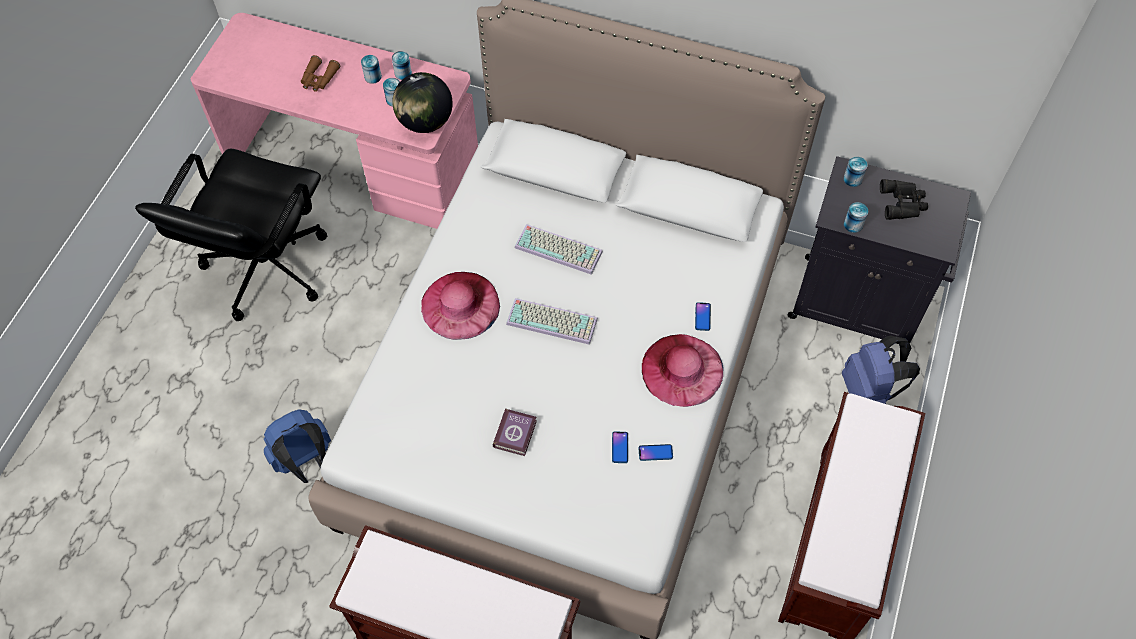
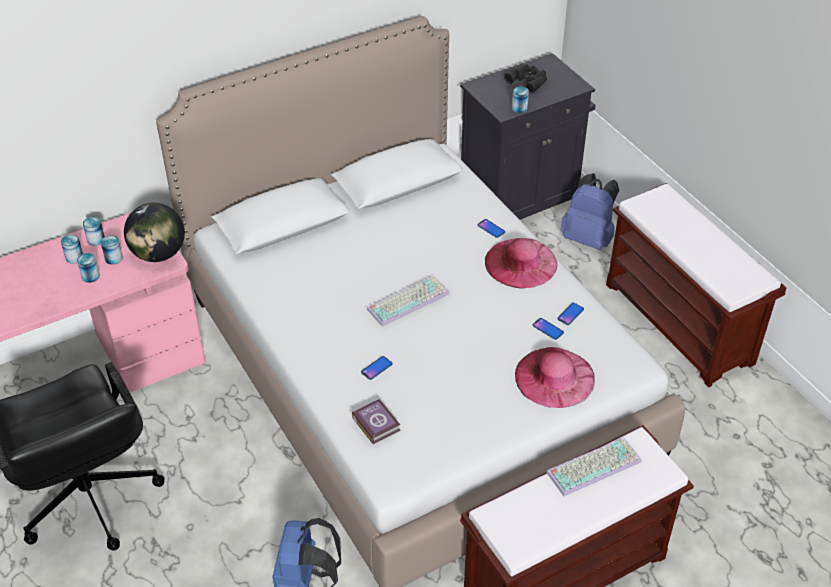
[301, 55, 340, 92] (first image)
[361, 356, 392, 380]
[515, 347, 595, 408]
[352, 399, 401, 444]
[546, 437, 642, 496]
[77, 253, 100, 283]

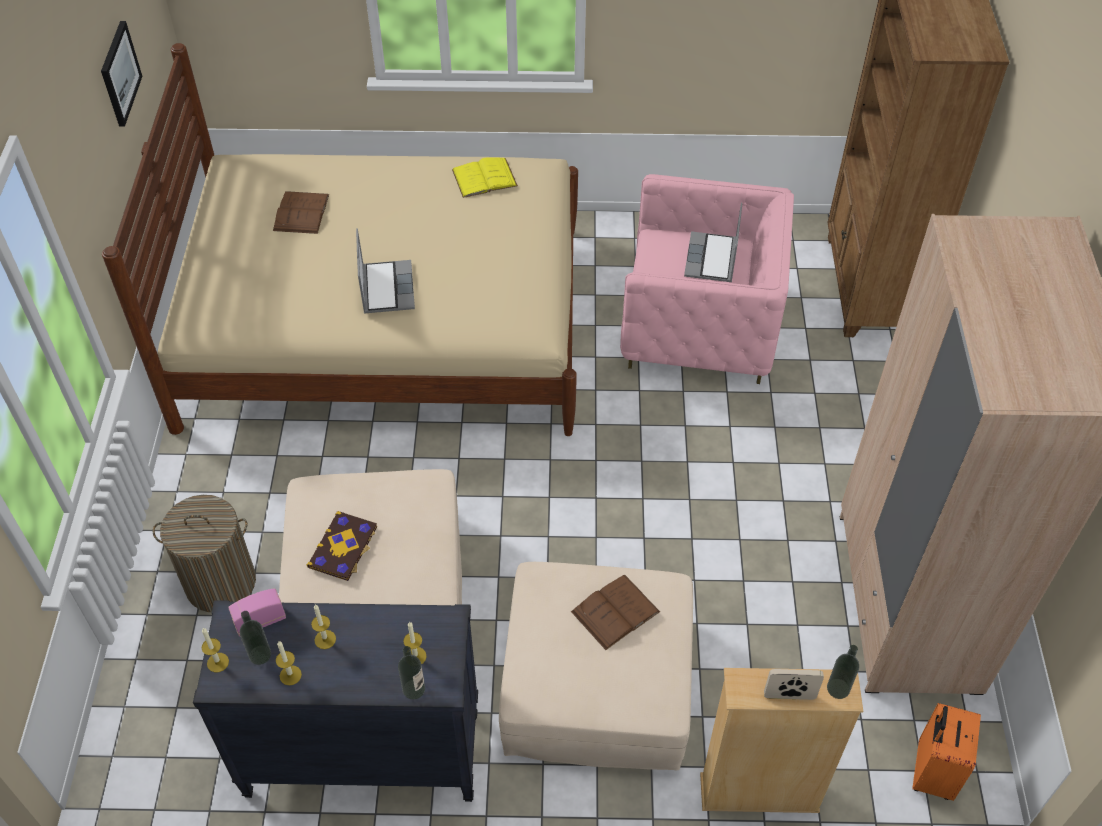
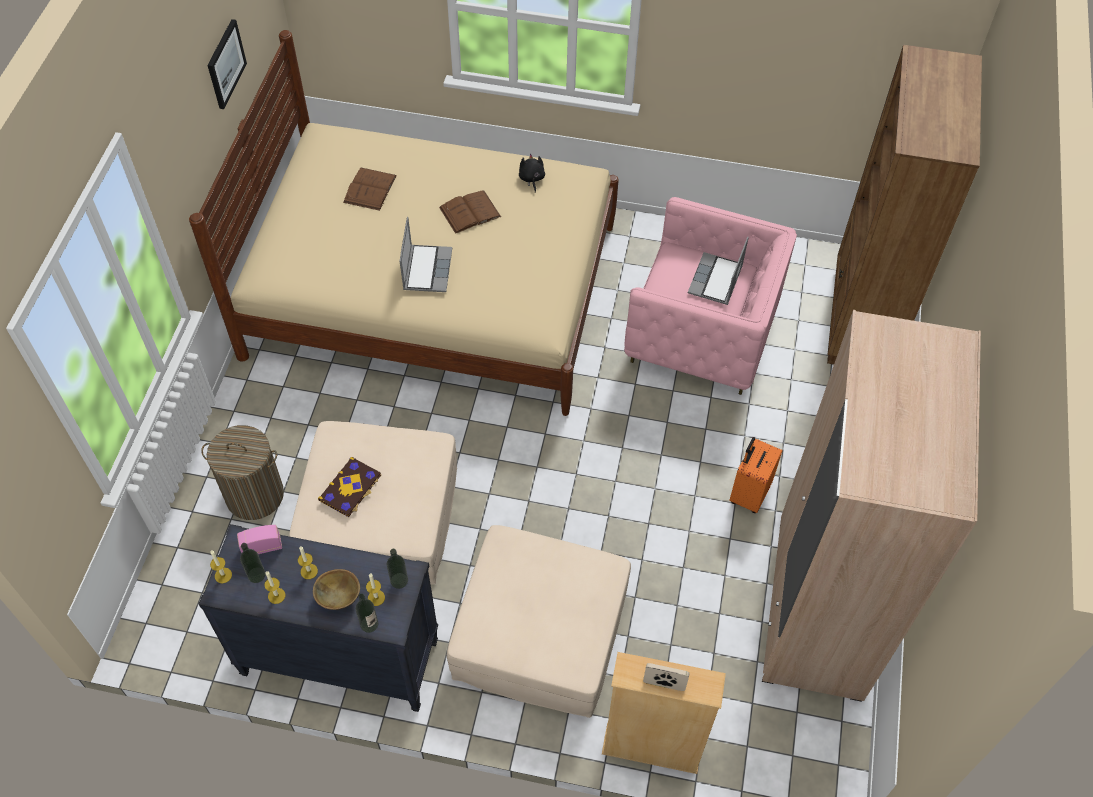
[313, 569, 360, 610]
[439, 190, 501, 234]
[387, 549, 408, 589]
[729, 437, 783, 513]
[519, 154, 545, 193]

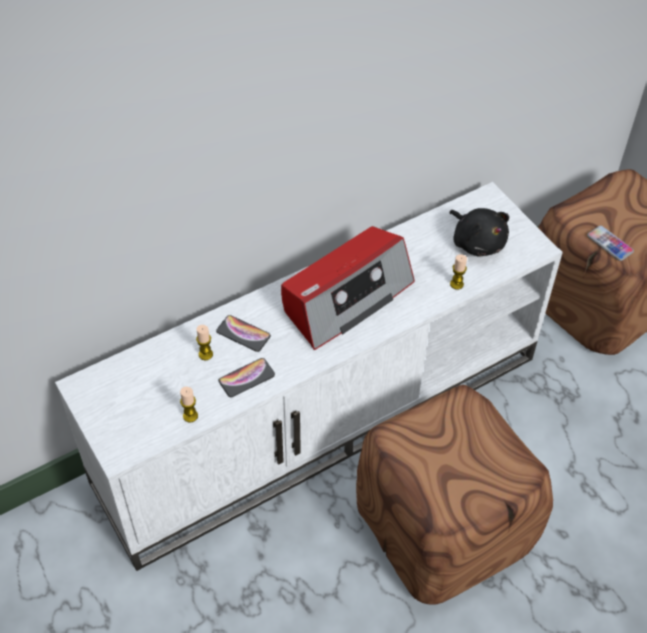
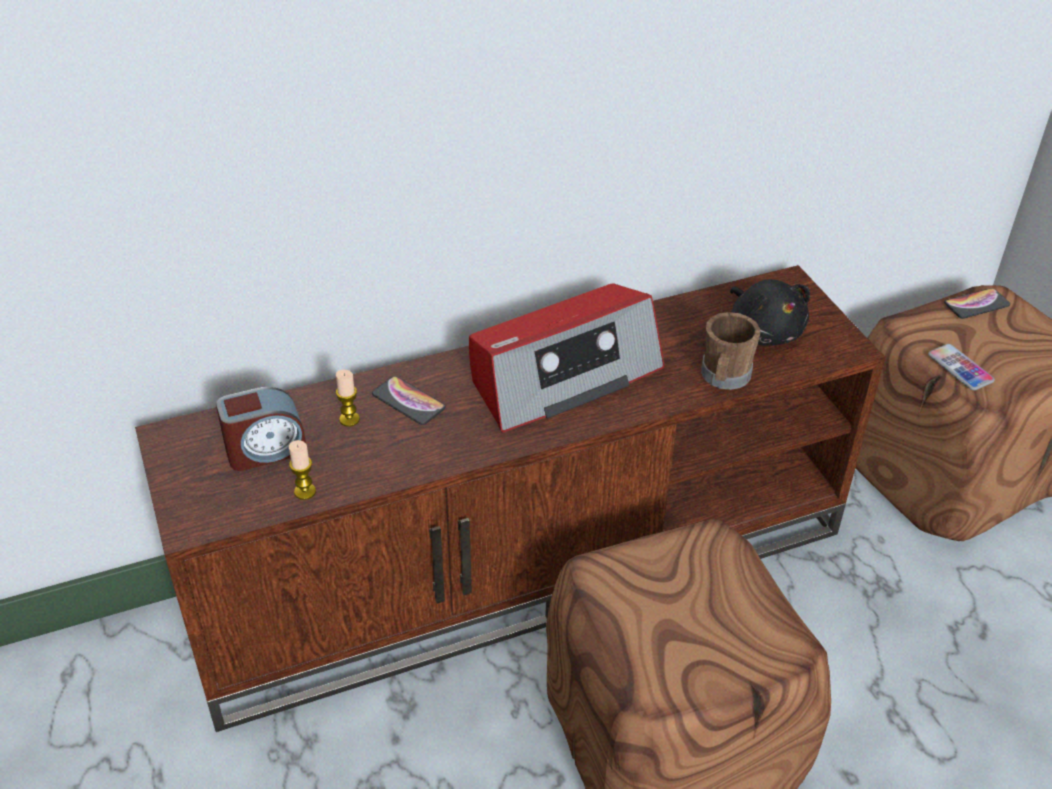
[216, 387, 306, 471]
[944, 288, 1010, 319]
[701, 312, 760, 390]
[135, 265, 886, 732]

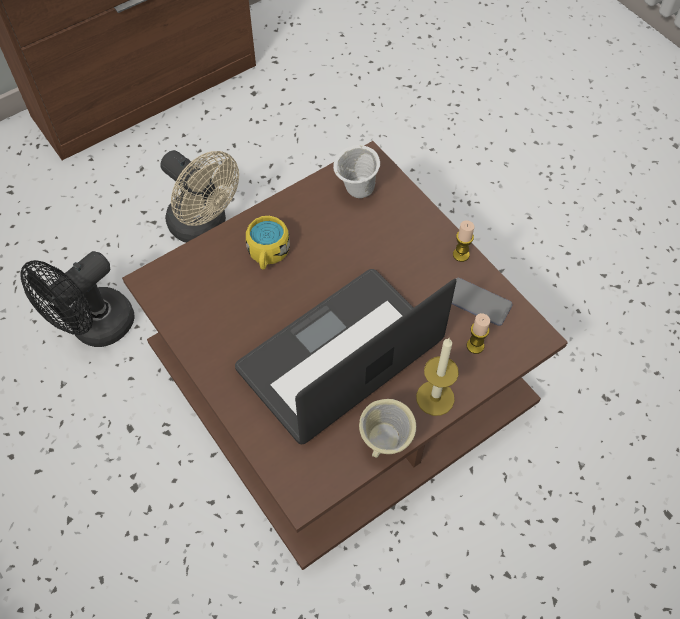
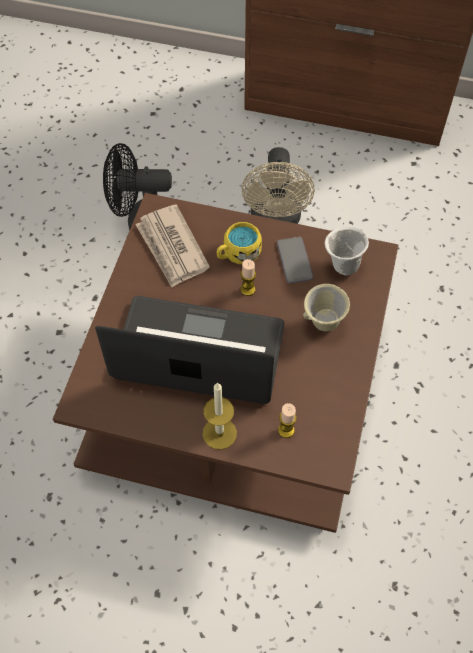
[135, 204, 210, 288]
[303, 284, 350, 331]
[277, 237, 313, 283]
[240, 259, 256, 296]

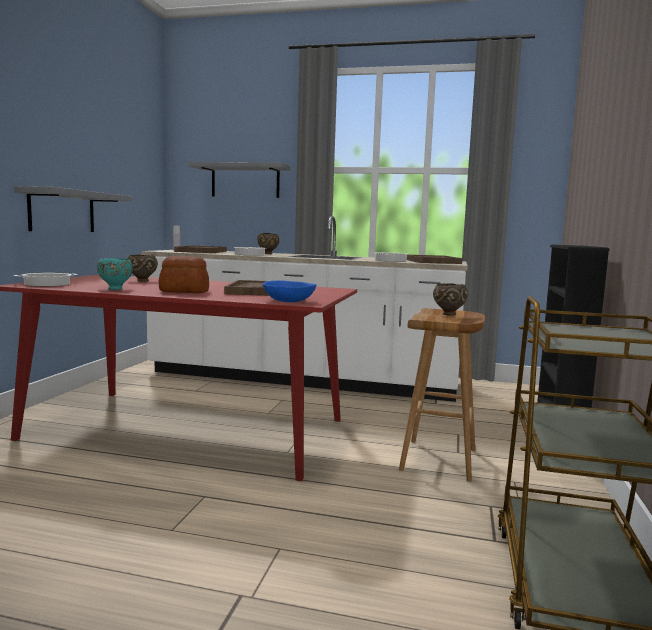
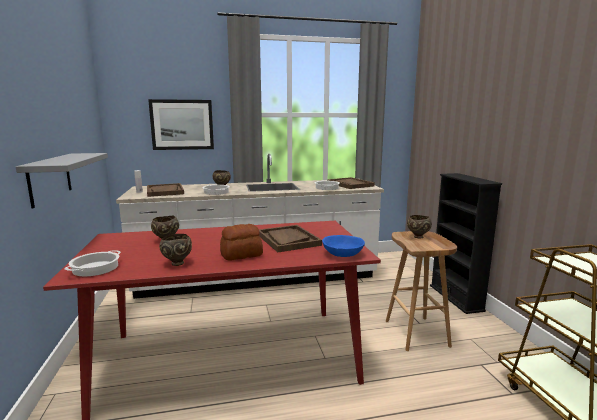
[148, 99, 214, 150]
[159, 234, 192, 266]

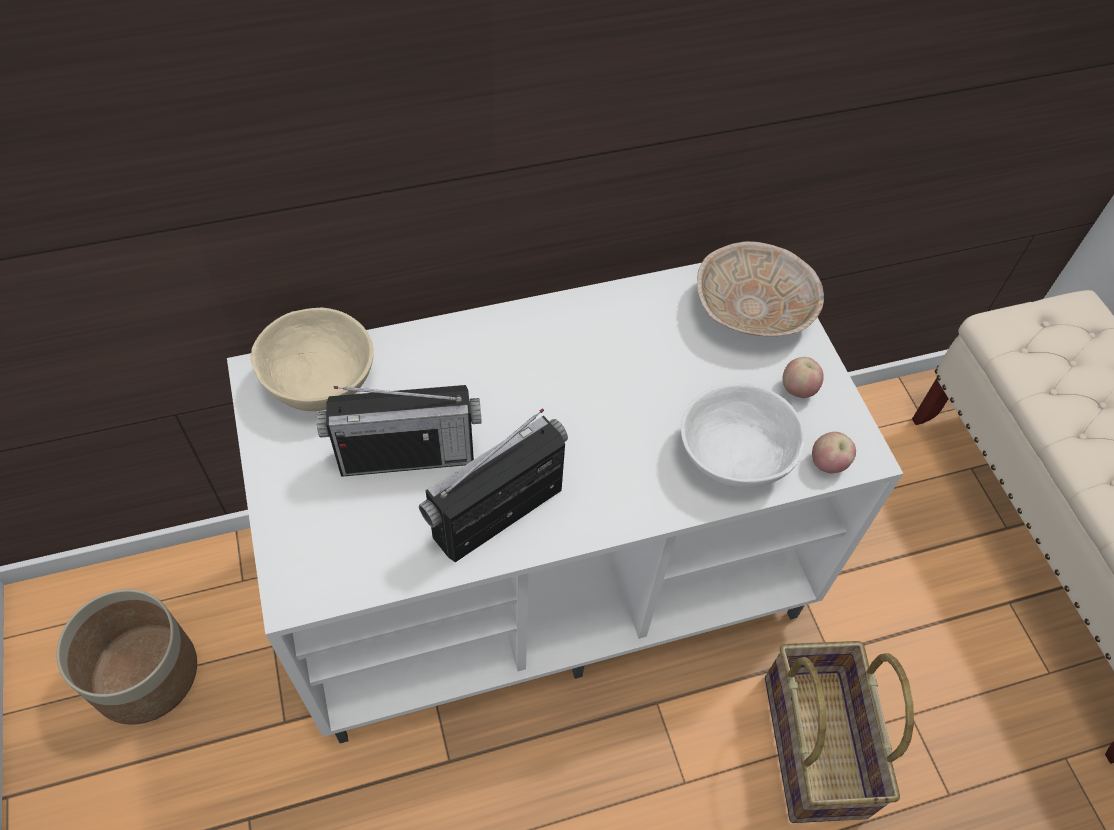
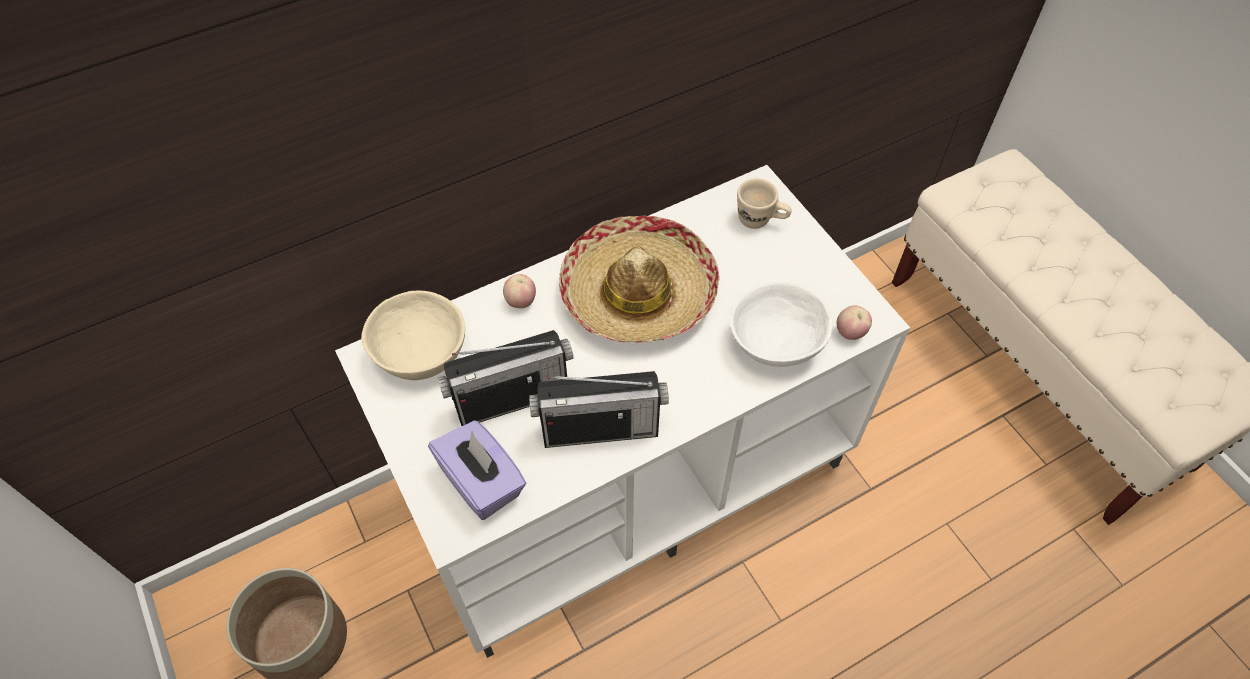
[765, 641, 914, 823] (first image)
[428, 420, 526, 520]
[559, 215, 720, 343]
[503, 274, 536, 308]
[737, 178, 792, 229]
[529, 371, 669, 448]

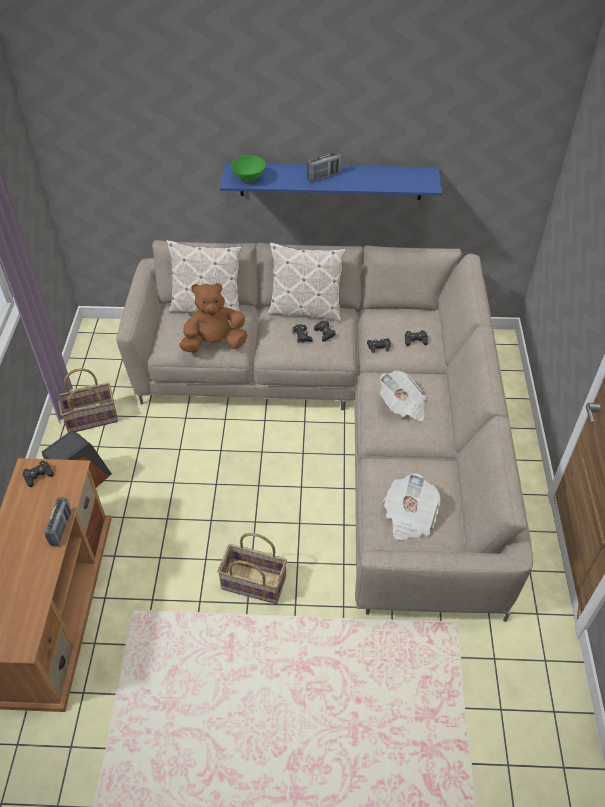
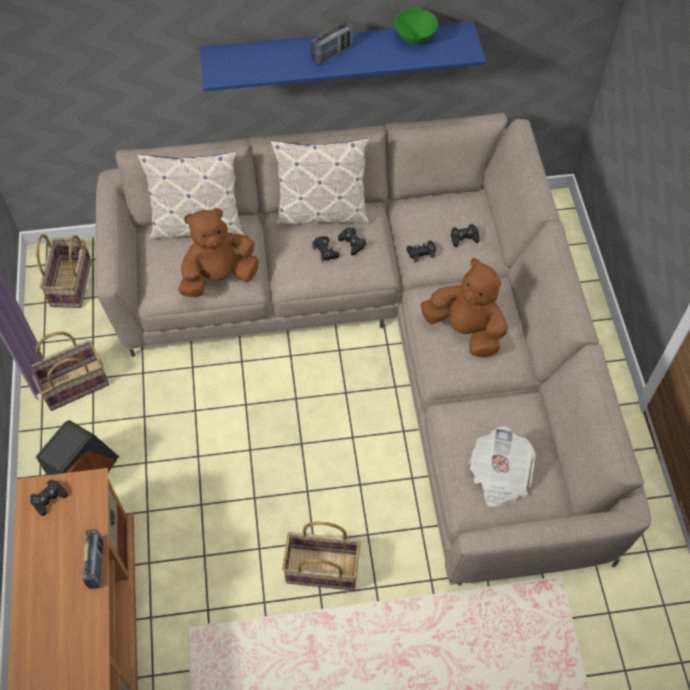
[36, 234, 92, 308]
[394, 8, 438, 44]
[420, 258, 507, 357]

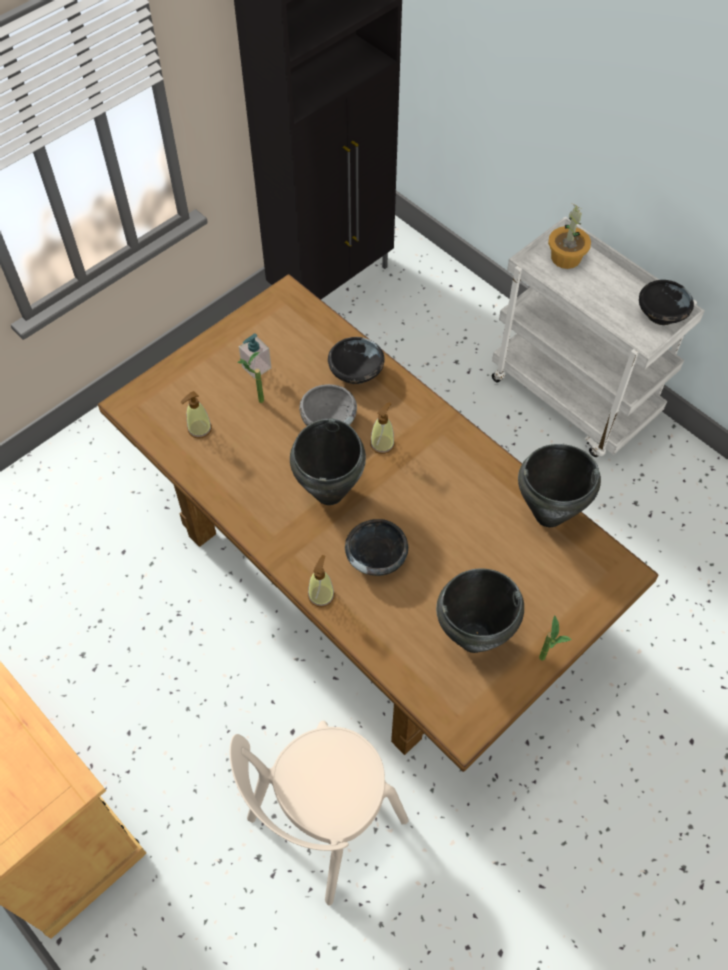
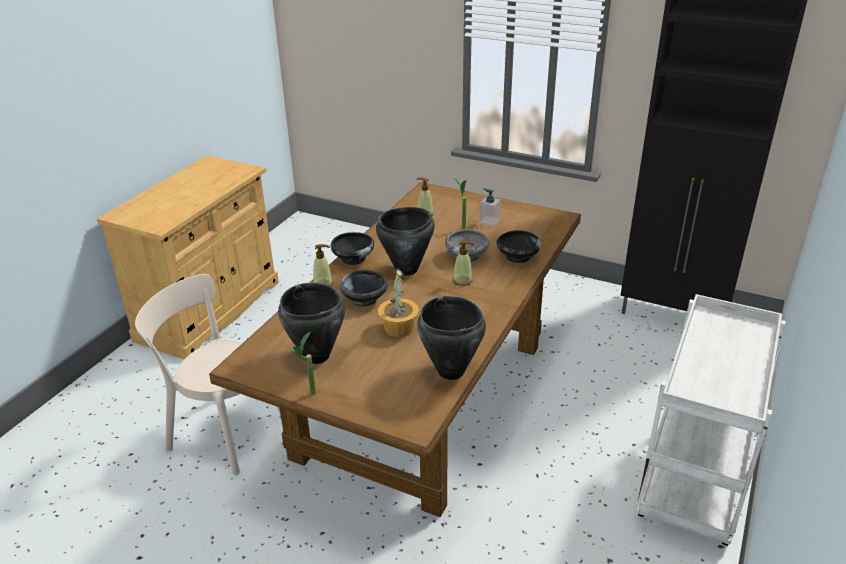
[378, 268, 419, 337]
[331, 232, 374, 265]

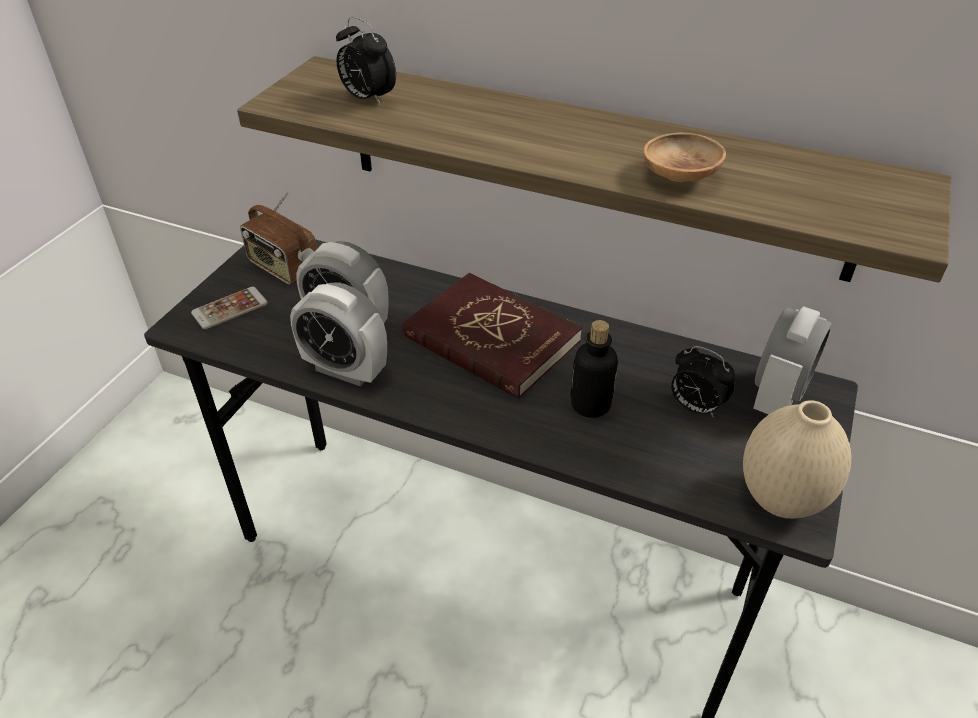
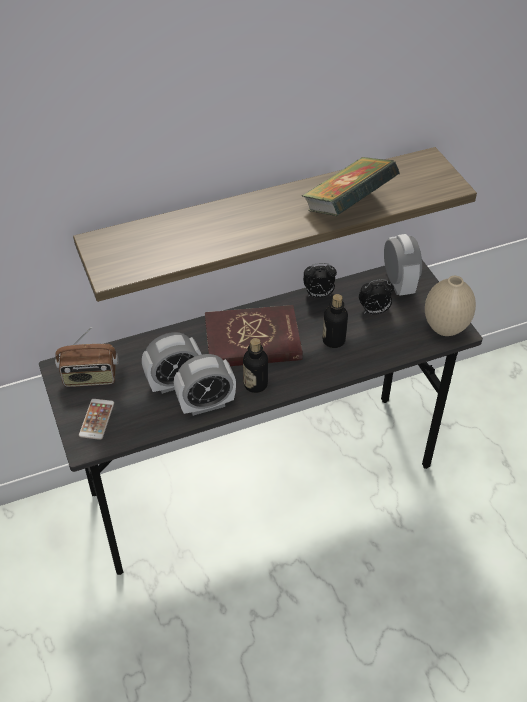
[243, 338, 268, 393]
[303, 263, 337, 298]
[302, 157, 400, 216]

